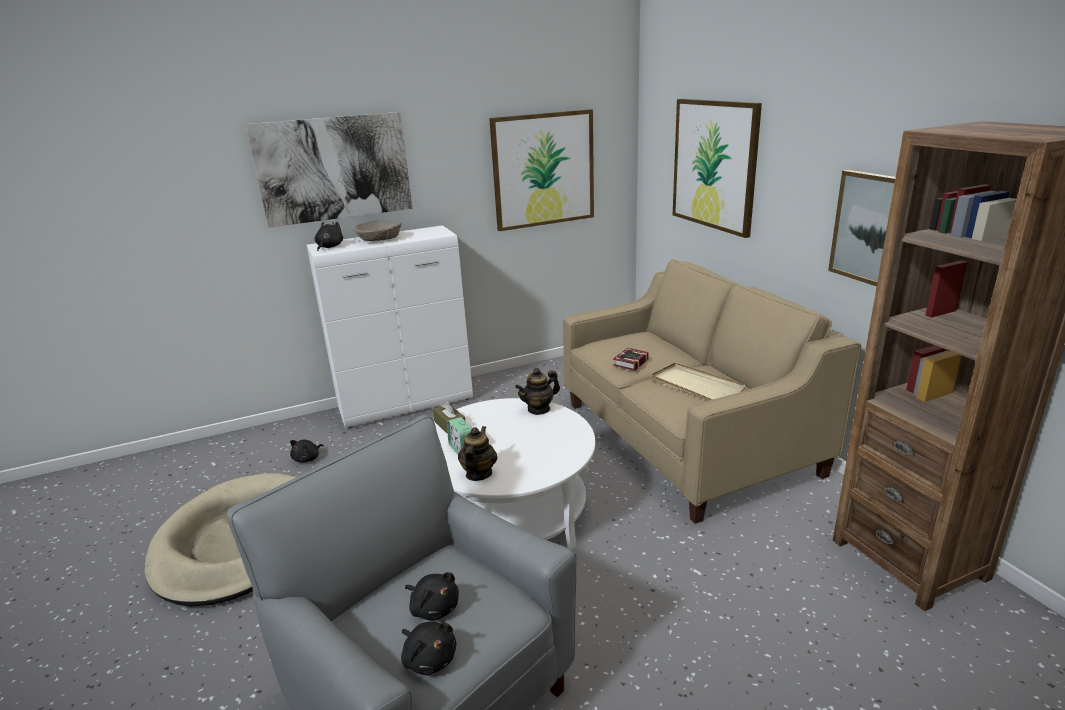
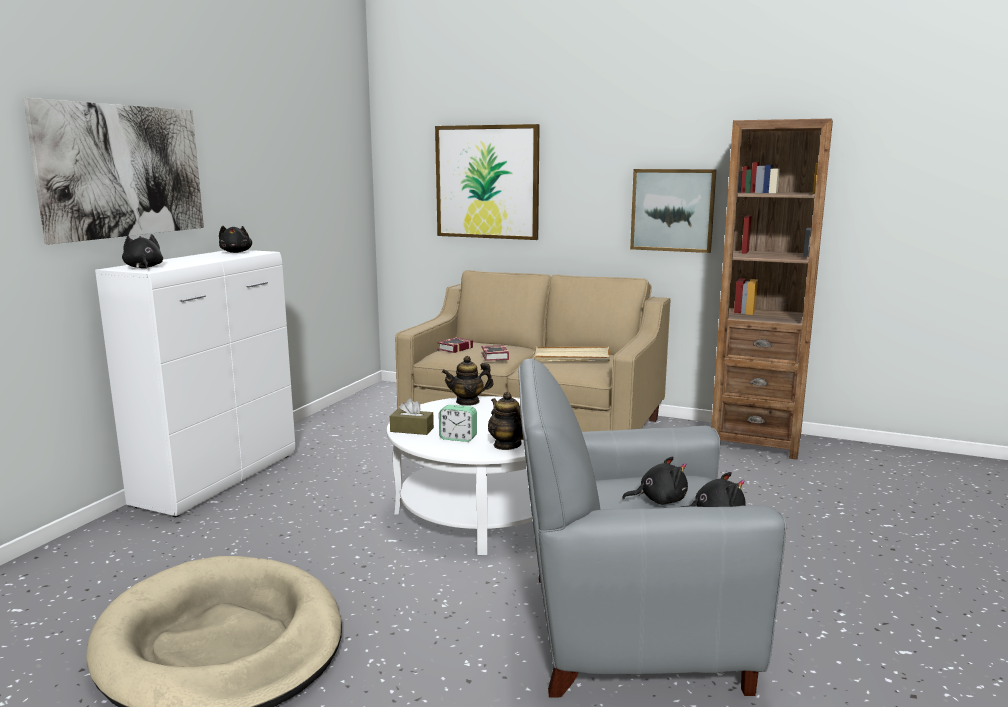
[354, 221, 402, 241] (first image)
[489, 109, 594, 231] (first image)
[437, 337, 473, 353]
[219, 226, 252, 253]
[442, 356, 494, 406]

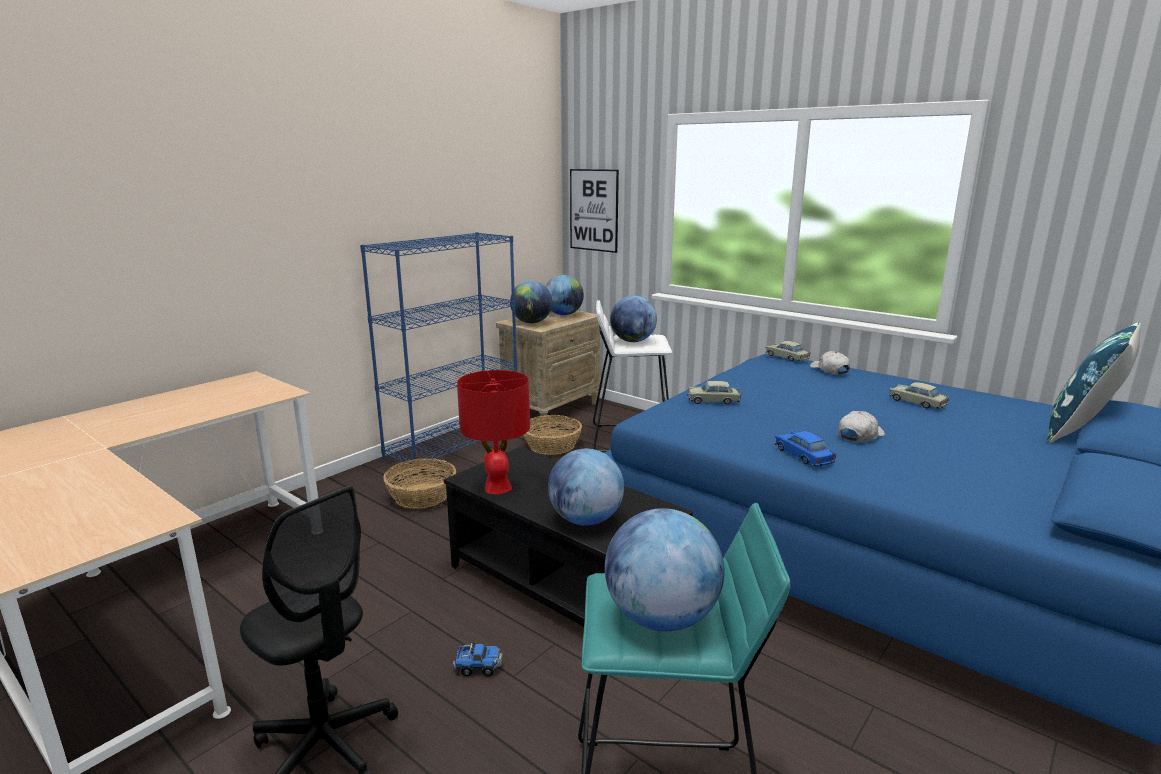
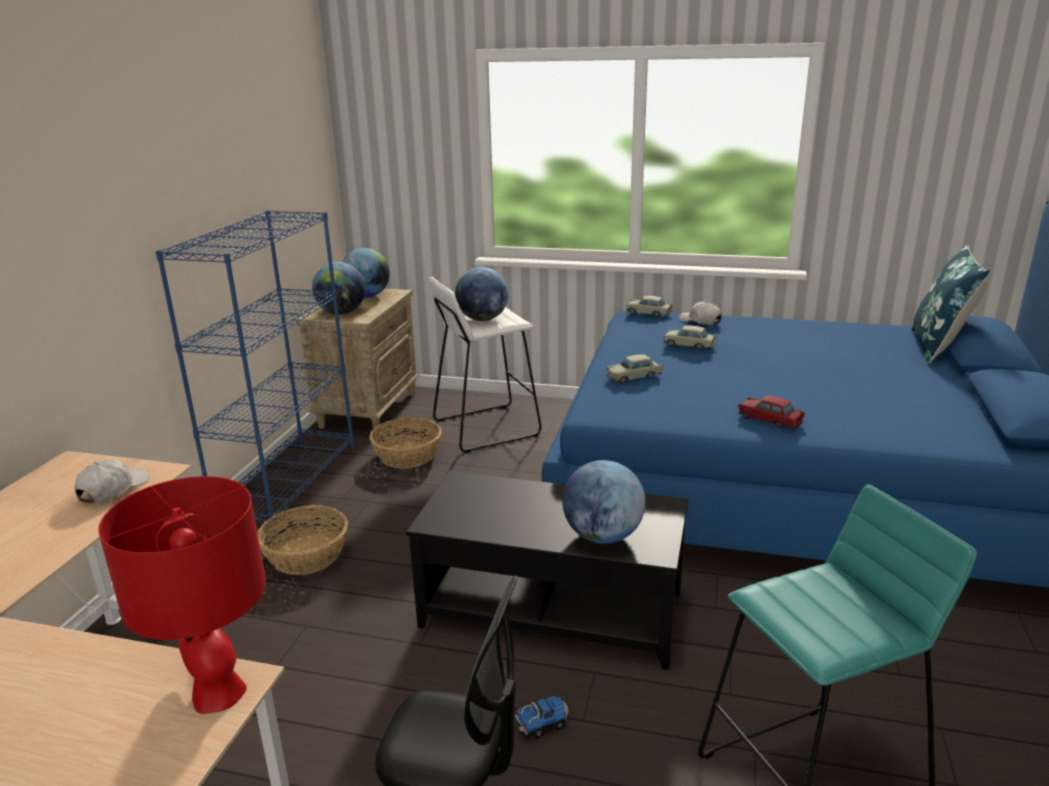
[570, 169, 619, 253] (first image)
[605, 508, 724, 631] (first image)
[98, 476, 266, 714]
[75, 459, 150, 504]
[664, 325, 716, 350]
[738, 395, 805, 429]

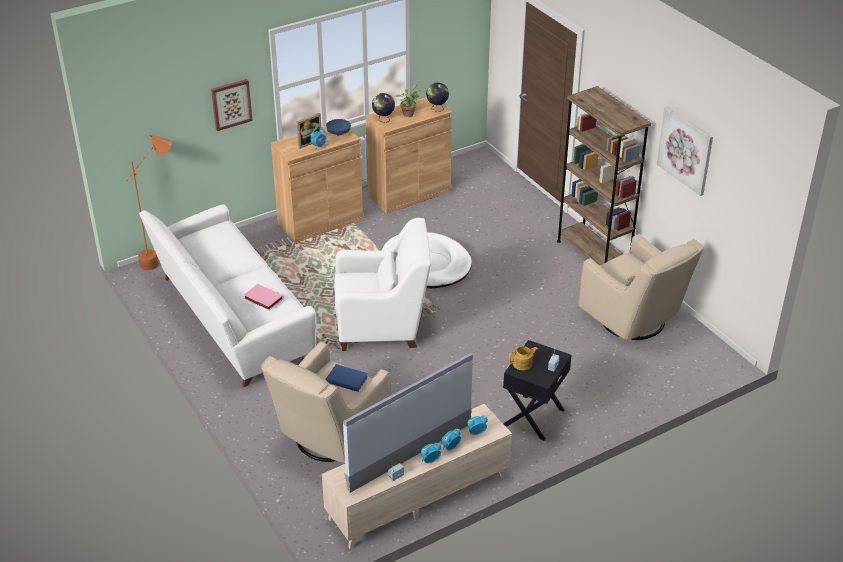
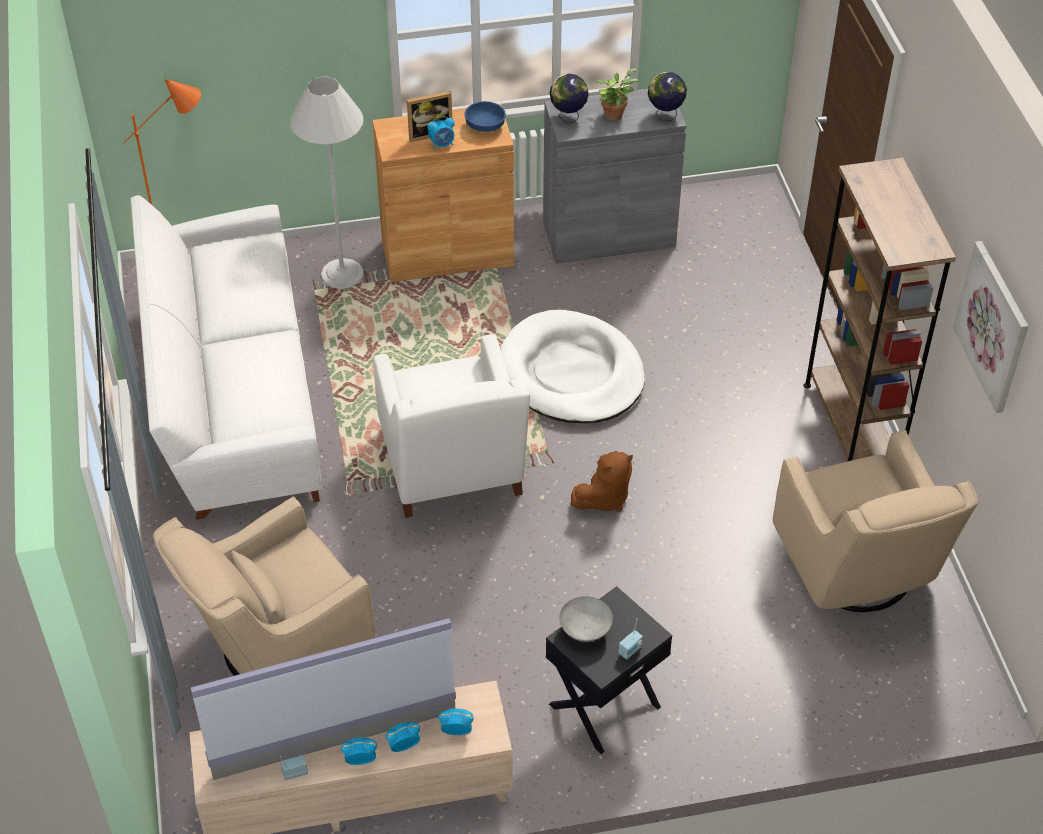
[211, 79, 253, 131] (first image)
[244, 284, 283, 310] (first image)
[326, 364, 368, 392] (first image)
[290, 76, 364, 289]
[571, 451, 633, 512]
[559, 596, 613, 642]
[543, 89, 686, 264]
[373, 334, 530, 518]

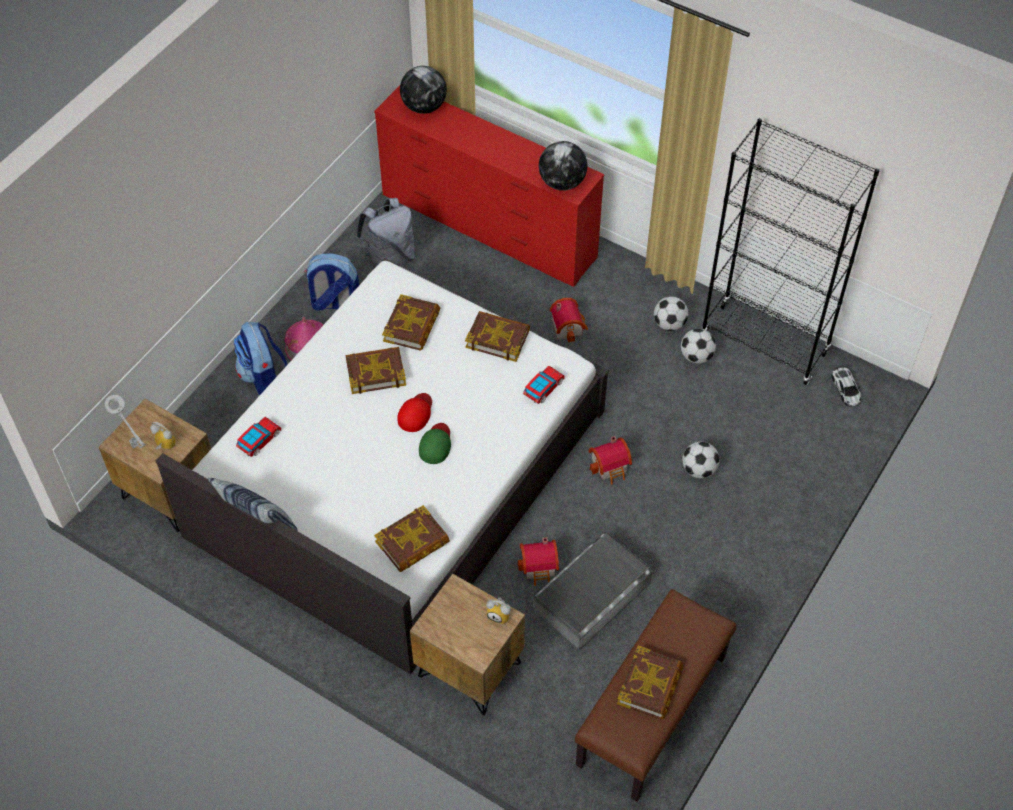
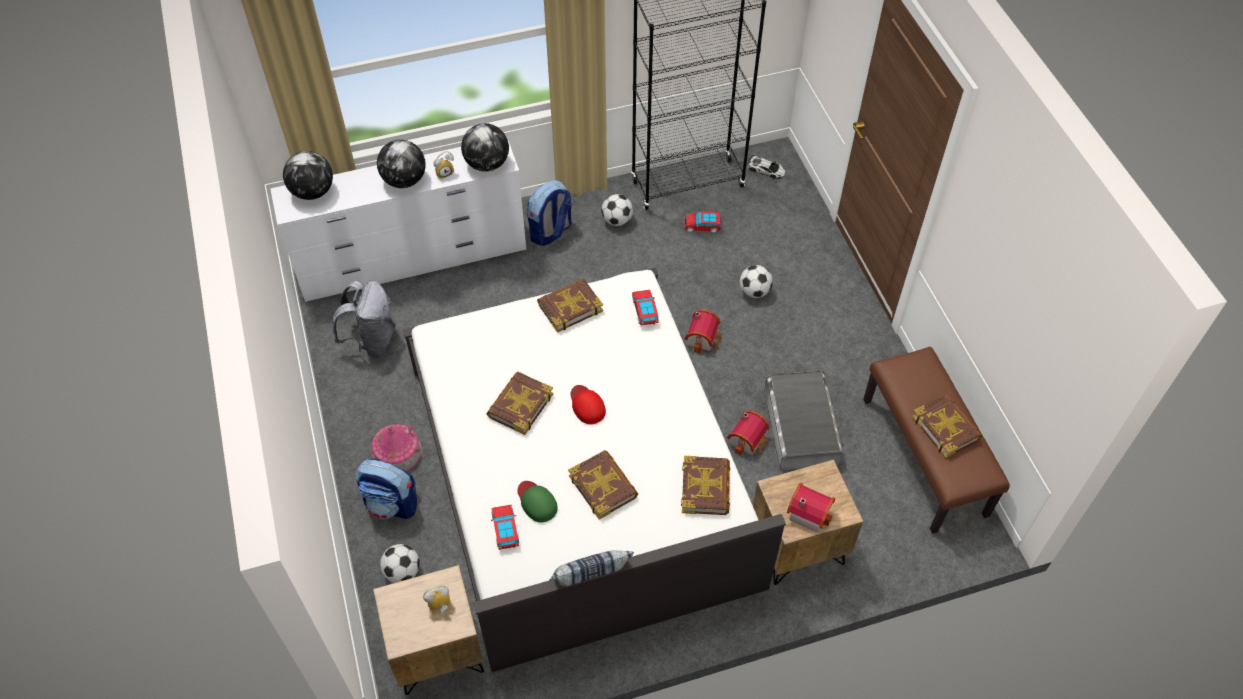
[105, 395, 146, 449] (first image)
[377, 140, 426, 188]
[685, 212, 721, 233]
[527, 180, 571, 246]
[568, 450, 638, 520]
[517, 481, 558, 522]
[433, 151, 454, 180]
[787, 483, 835, 532]
[380, 544, 420, 583]
[270, 138, 526, 302]

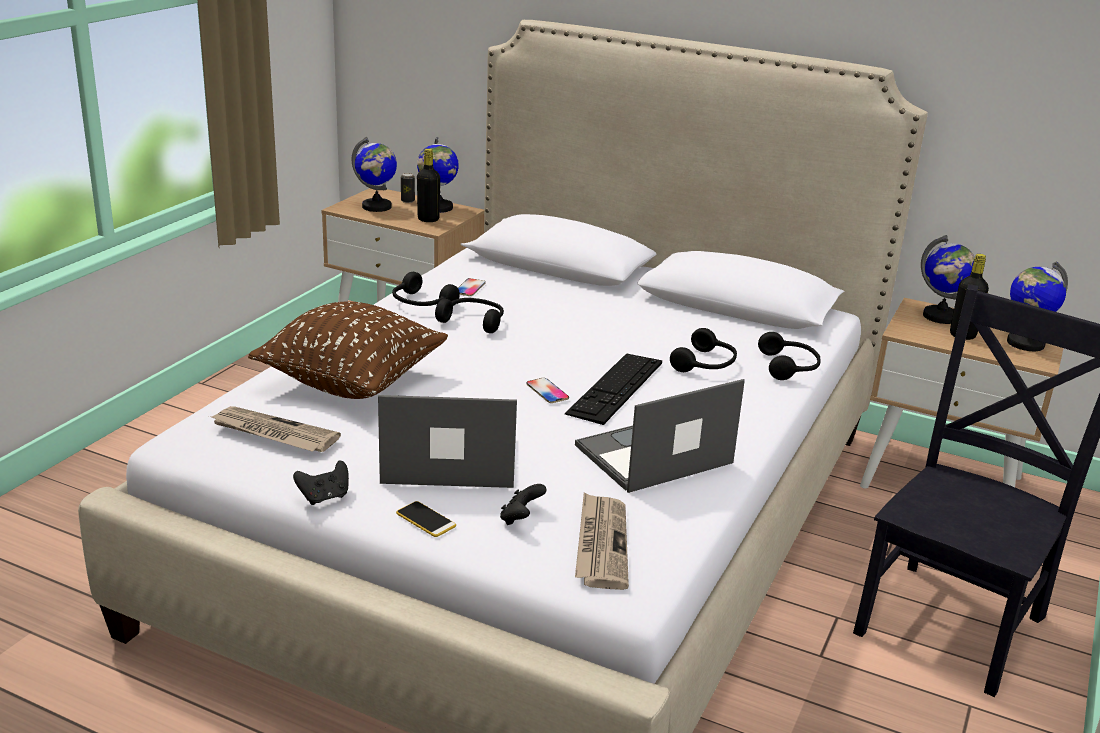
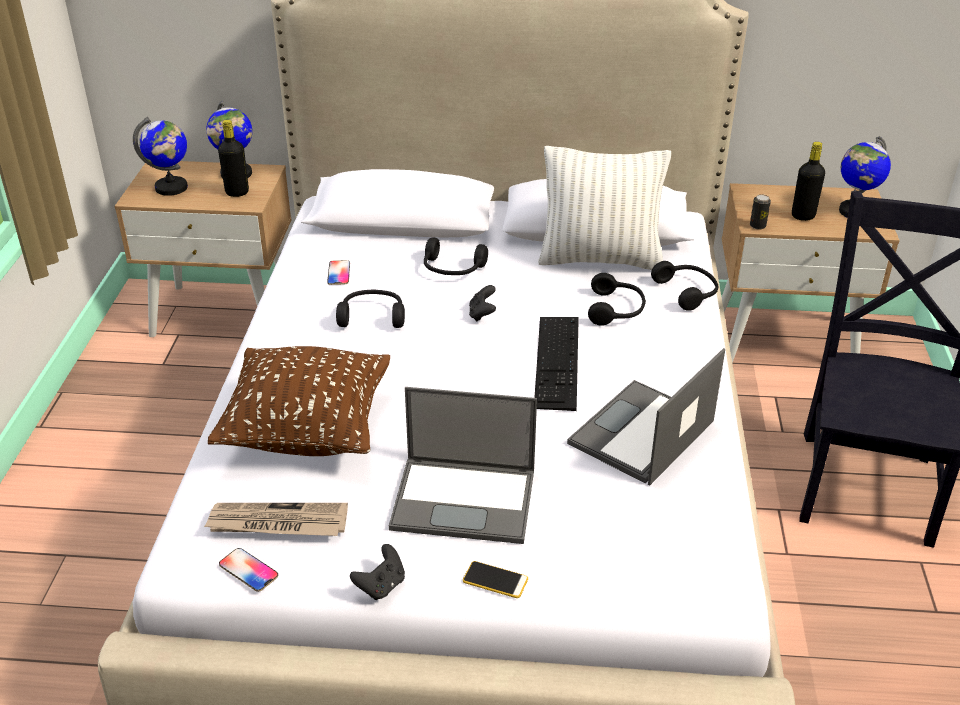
[575, 492, 629, 590] (first image)
[921, 235, 975, 324] (first image)
[538, 146, 671, 270]
[424, 237, 488, 275]
[750, 194, 771, 230]
[469, 285, 496, 322]
[219, 548, 278, 592]
[389, 387, 537, 544]

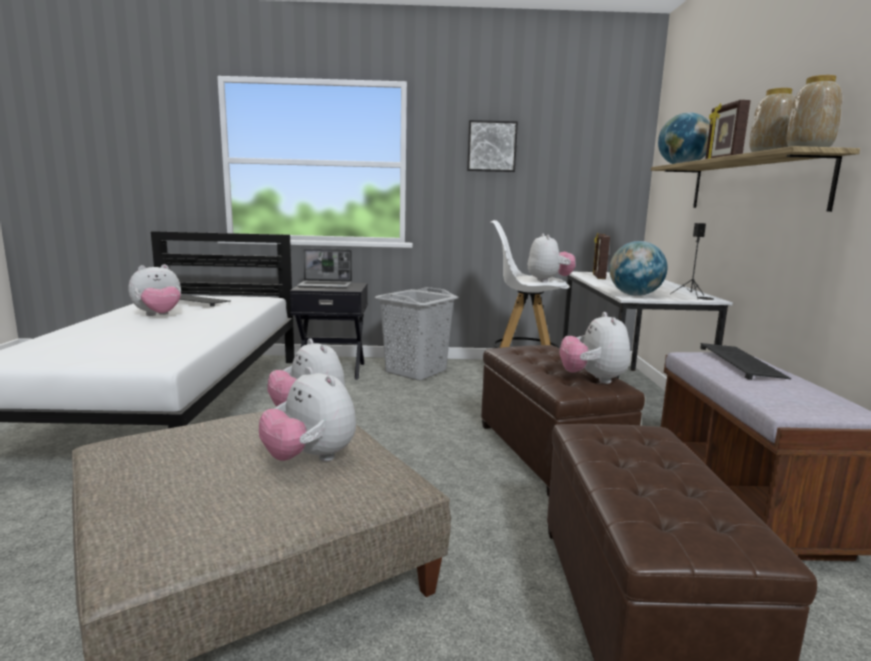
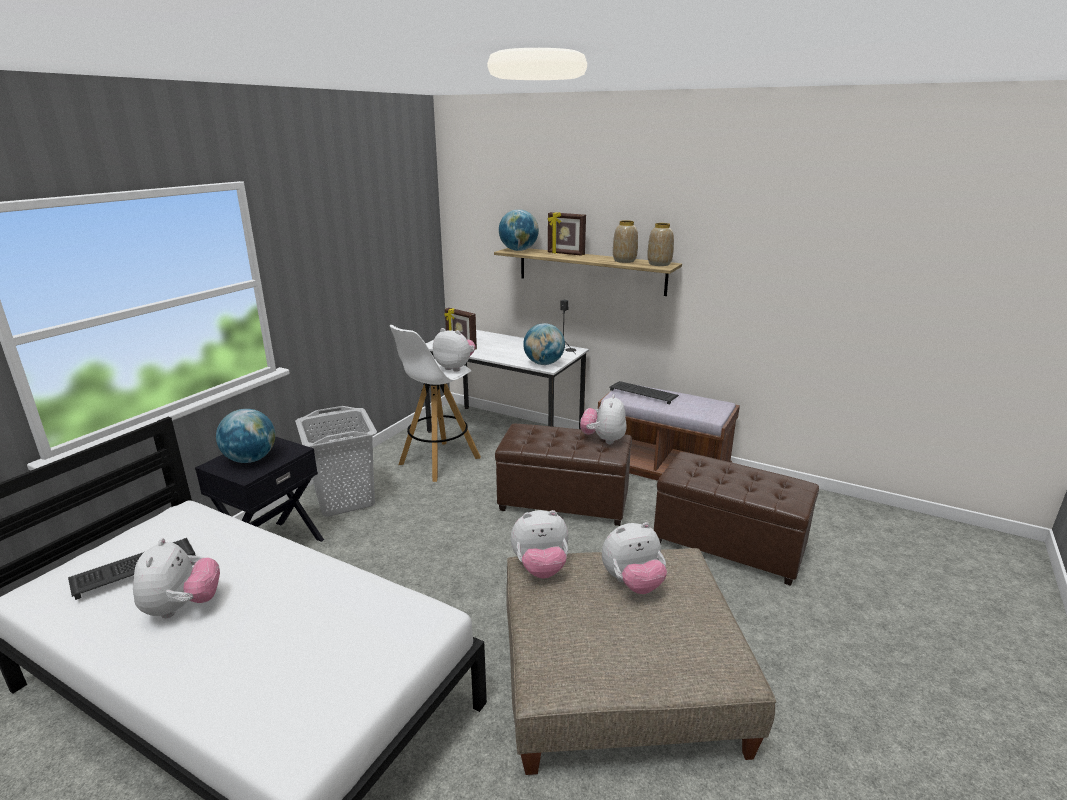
[467, 120, 518, 172] (first image)
[216, 409, 275, 463]
[580, 394, 626, 444]

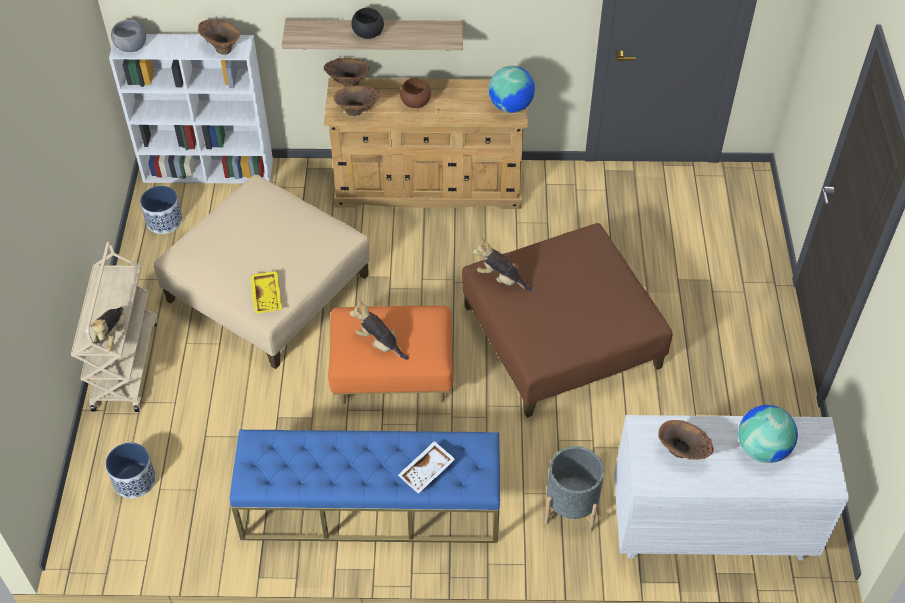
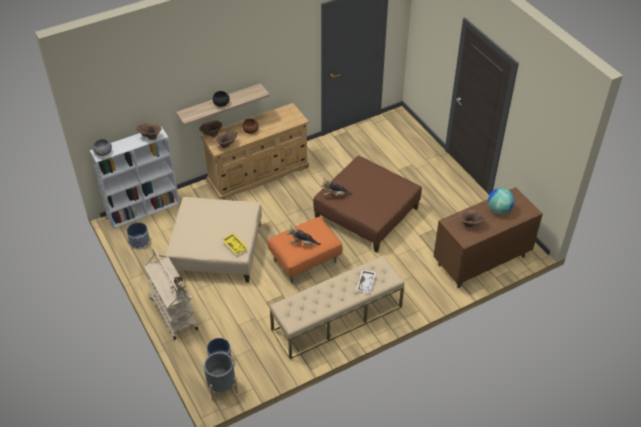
[489, 66, 535, 113] (first image)
[204, 352, 238, 401]
[270, 256, 405, 359]
[433, 187, 543, 288]

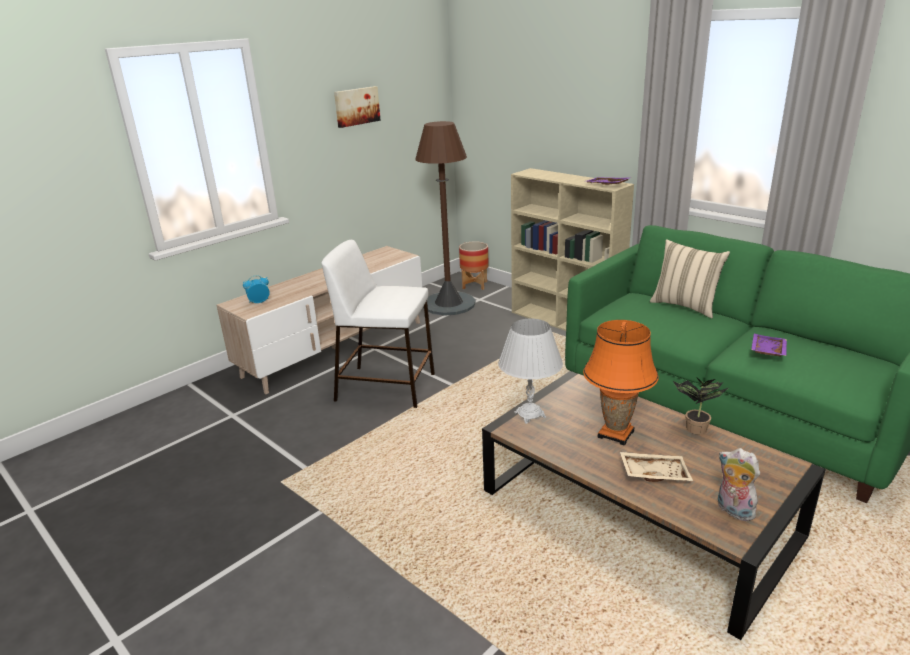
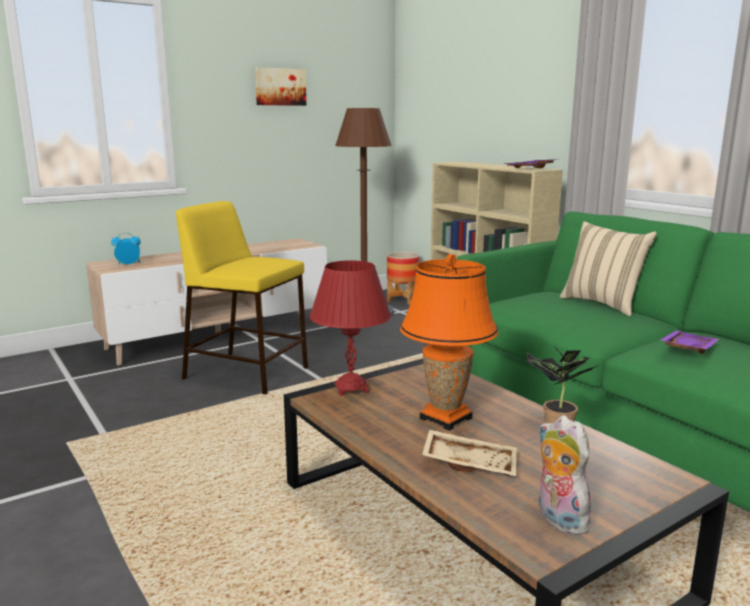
[176, 201, 308, 395]
[310, 260, 391, 396]

